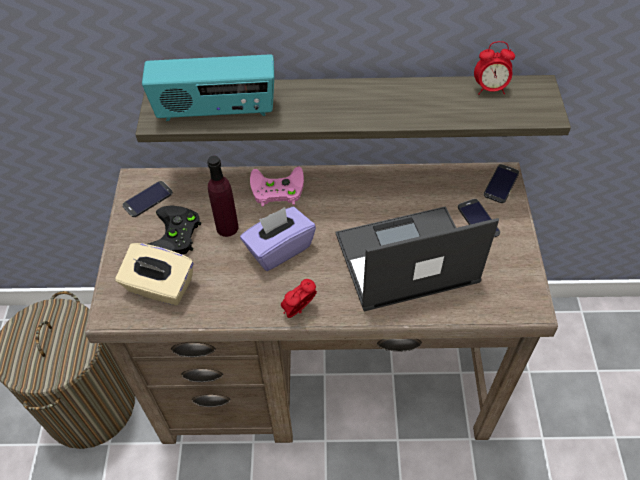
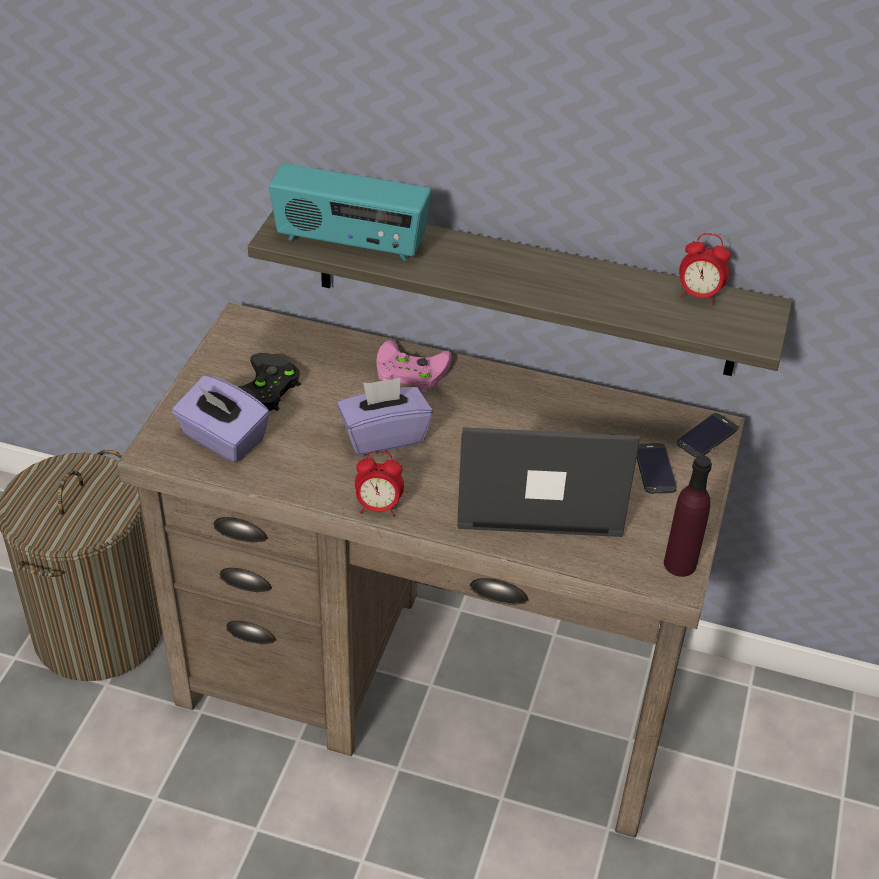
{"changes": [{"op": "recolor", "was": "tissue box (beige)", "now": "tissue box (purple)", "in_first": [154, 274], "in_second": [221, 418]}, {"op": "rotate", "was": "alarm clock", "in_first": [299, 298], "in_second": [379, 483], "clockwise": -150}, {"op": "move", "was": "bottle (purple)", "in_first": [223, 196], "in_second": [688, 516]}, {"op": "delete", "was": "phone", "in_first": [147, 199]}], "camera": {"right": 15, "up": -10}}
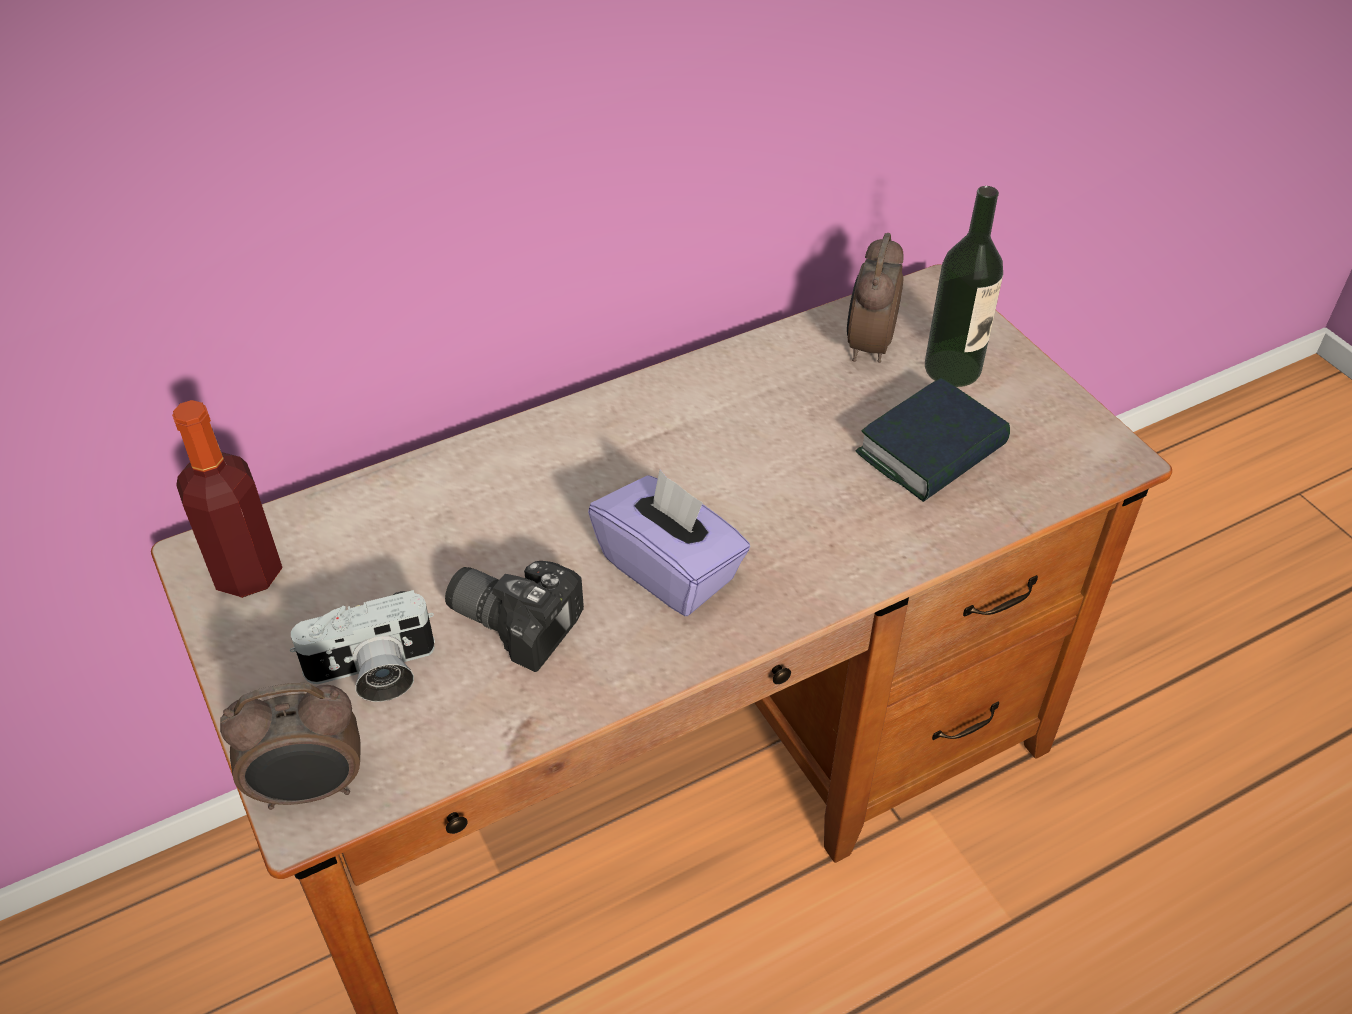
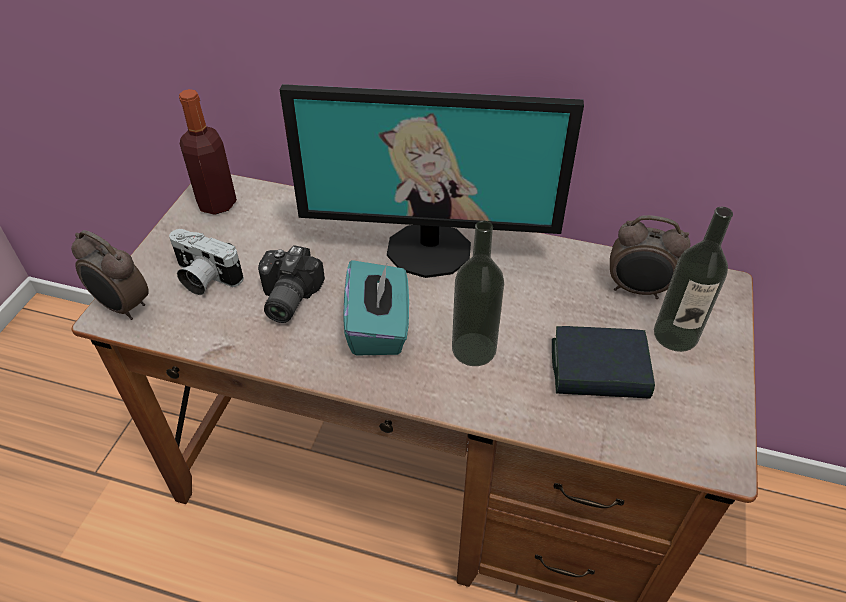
{"changes": [{"op": "rotate", "was": "photo camera", "in_first": [514, 616], "in_second": [291, 284], "clockwise": -150}, {"op": "insert", "now": "monitor", "in_second": [432, 181]}, {"op": "recolor", "was": "tissue box (purple)", "now": "tissue box (turquoise)", "in_first": [669, 543], "in_second": [376, 308]}, {"op": "insert", "now": "bottle", "in_second": [478, 293]}, {"op": "rotate", "was": "alarm clock", "in_first": [875, 298], "in_second": [650, 257], "clockwise": -135}], "camera": {"right": 45, "up": 0}}
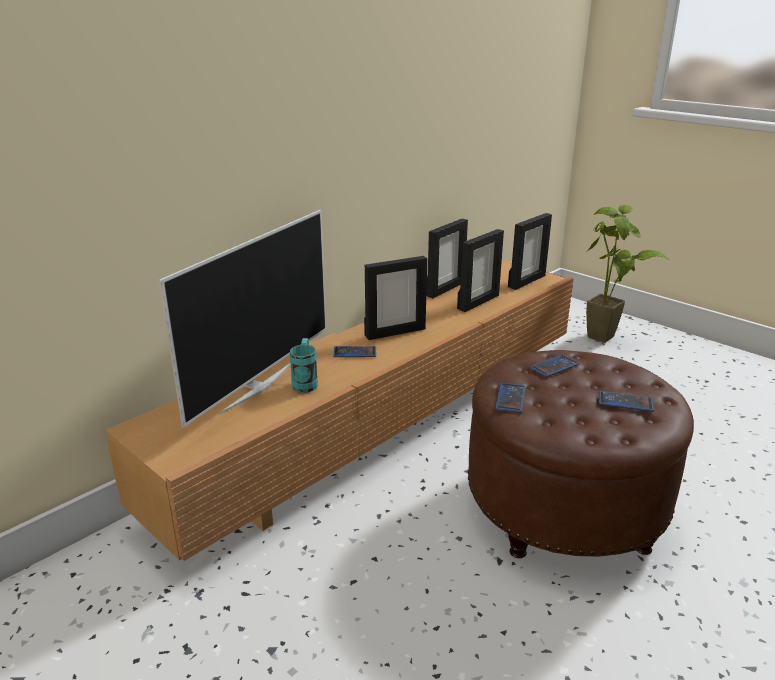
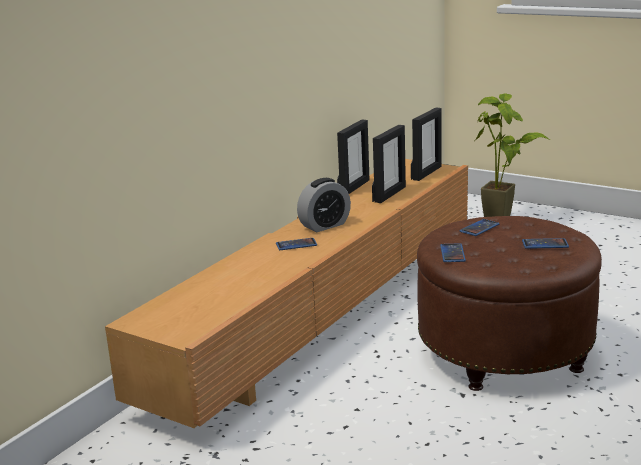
{"changes": [{"op": "replace", "was": "picture frame", "now": "alarm clock", "in_first": [395, 298], "in_second": [324, 205]}, {"op": "delete", "was": "television", "in_first": [243, 318]}, {"op": "delete", "was": "mug (turquoise)", "in_first": [304, 365]}], "camera": {"right": -10, "up": -5}}
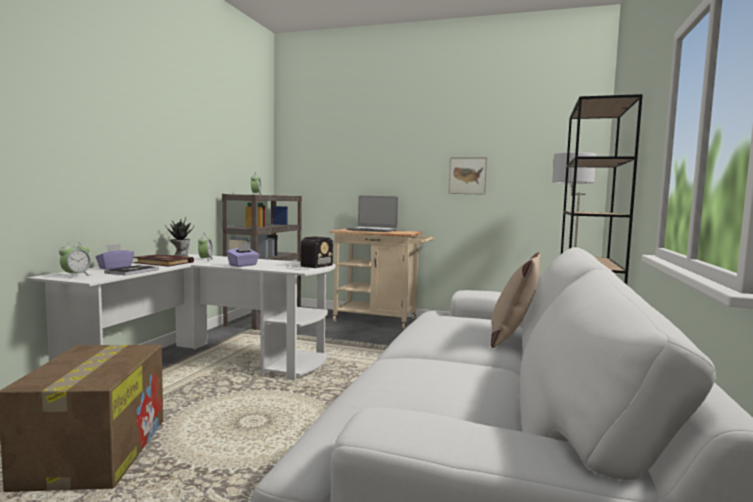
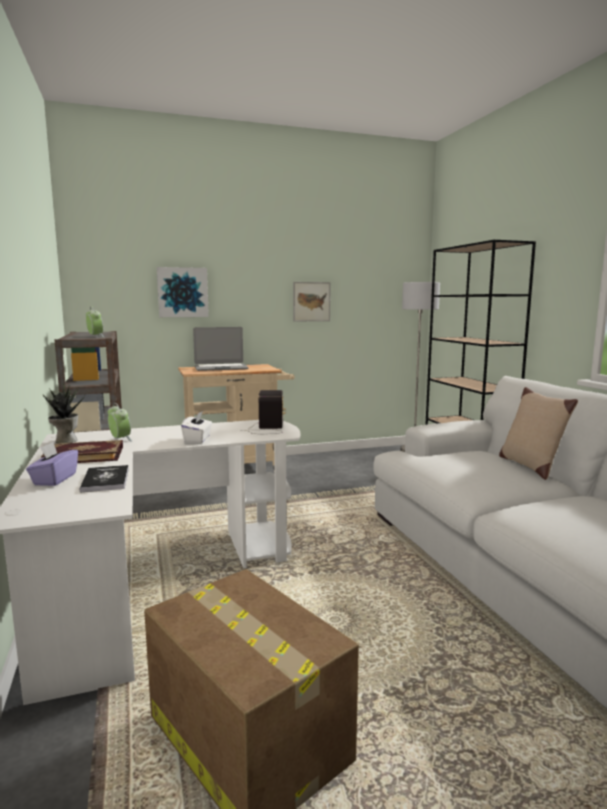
{"changes": [{"op": "insert", "now": "picture", "in_second": [183, 292]}, {"op": "recolor", "was": "tissue box (purple)", "now": "tissue box (white)", "in_first": [243, 255], "in_second": [196, 427]}, {"op": "delete", "was": "alarm clock", "in_first": [75, 259]}], "camera": {"right": -35, "up": 5}}
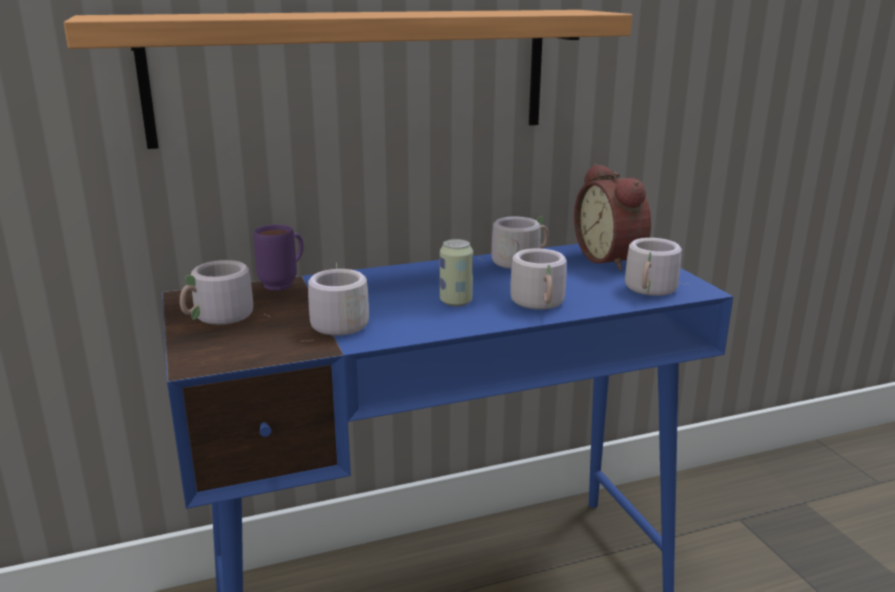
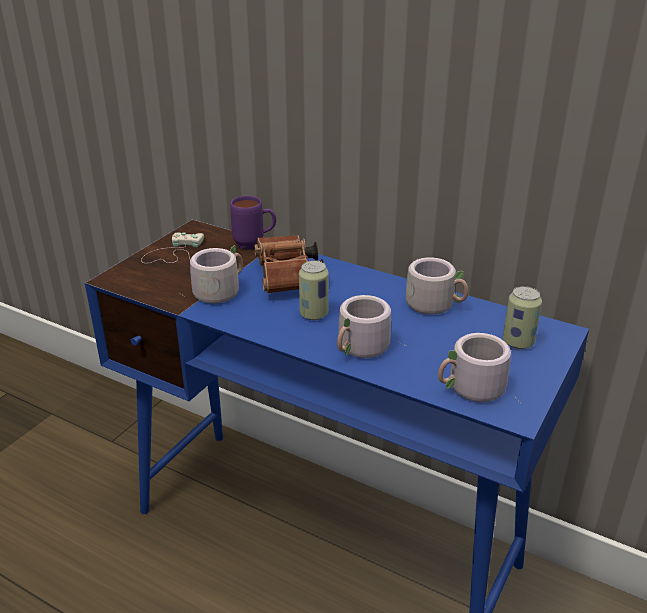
{"changes": [{"op": "replace", "was": "mug (grey)", "now": "game controller (white)", "in_first": [224, 292], "in_second": [172, 248]}, {"op": "insert", "now": "binoculars (brown)", "in_second": [289, 264]}, {"op": "replace", "was": "alarm clock", "now": "can", "in_first": [612, 217], "in_second": [522, 317]}, {"op": "delete", "was": "shelf", "in_first": [348, 79]}], "camera": {"right": 50, "up": 10}}
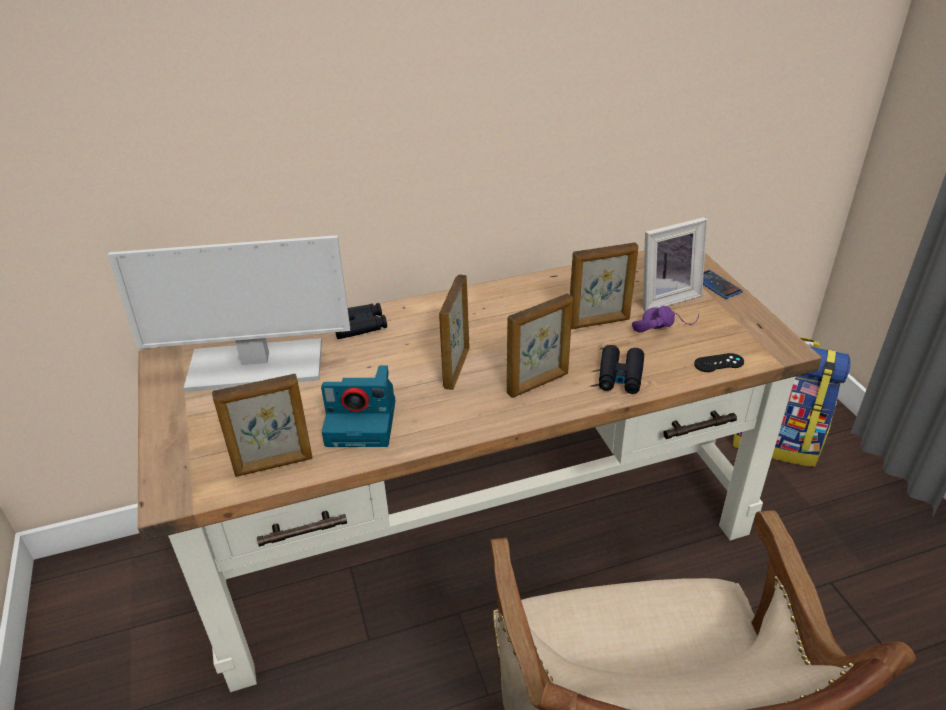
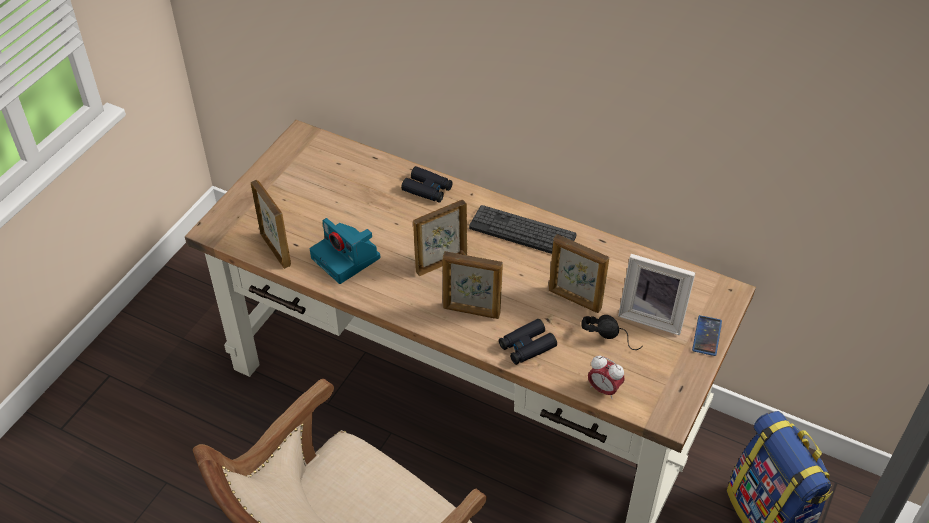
{"changes": [{"op": "rotate", "was": "picture frame", "in_first": [262, 425], "in_second": [271, 224], "clockwise": -150}, {"op": "insert", "now": "keyboard", "in_second": [523, 229]}, {"op": "recolor", "was": "headphones (purple)", "now": "headphones (black)", "in_first": [665, 319], "in_second": [612, 332]}, {"op": "replace", "was": "game controller (black)", "now": "alarm clock", "in_first": [719, 362], "in_second": [606, 377]}, {"op": "delete", "was": "monitor", "in_first": [229, 313]}], "camera": {"right": 45, "up": 10}}
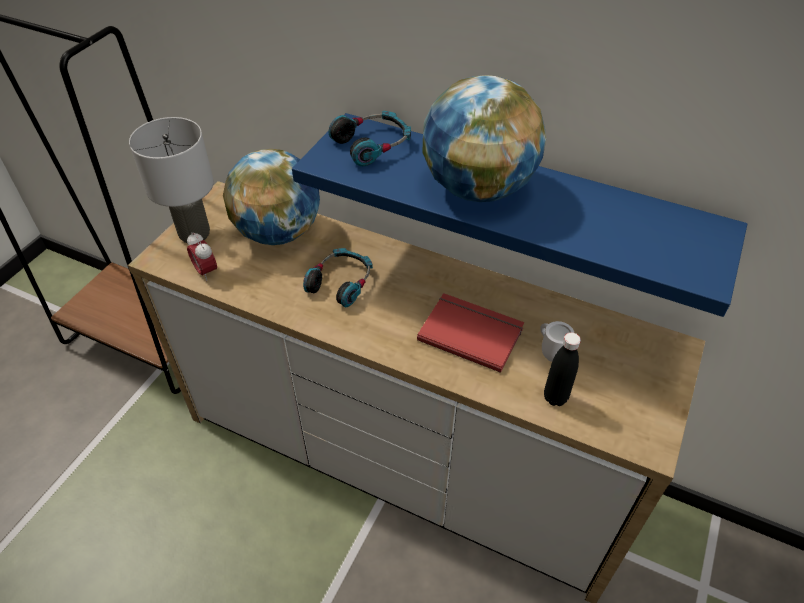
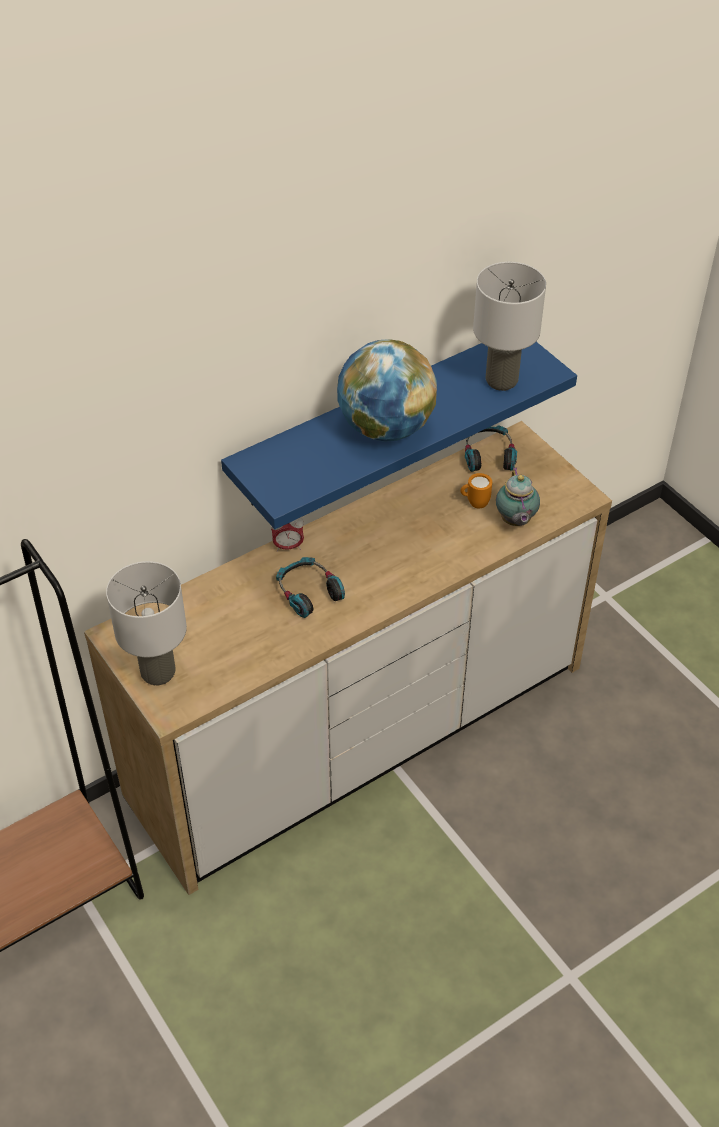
{"changes": [{"op": "move", "was": "alarm clock", "in_first": [202, 256], "in_second": [287, 534]}, {"op": "recolor", "was": "mug (white)", "now": "mug (orange)", "in_first": [557, 341], "in_second": [476, 490]}, {"op": "move", "was": "headphones", "in_first": [370, 138], "in_second": [491, 448]}, {"op": "insert", "now": "table lamp (white)", "in_second": [509, 326]}, {"op": "replace", "was": "bottle (black)", "now": "teapot", "in_first": [562, 369], "in_second": [518, 497]}, {"op": "delete", "was": "globe", "in_first": [271, 197]}, {"op": "delete", "was": "book (red)", "in_first": [470, 333]}], "camera": {"right": -60, "up": 0}}
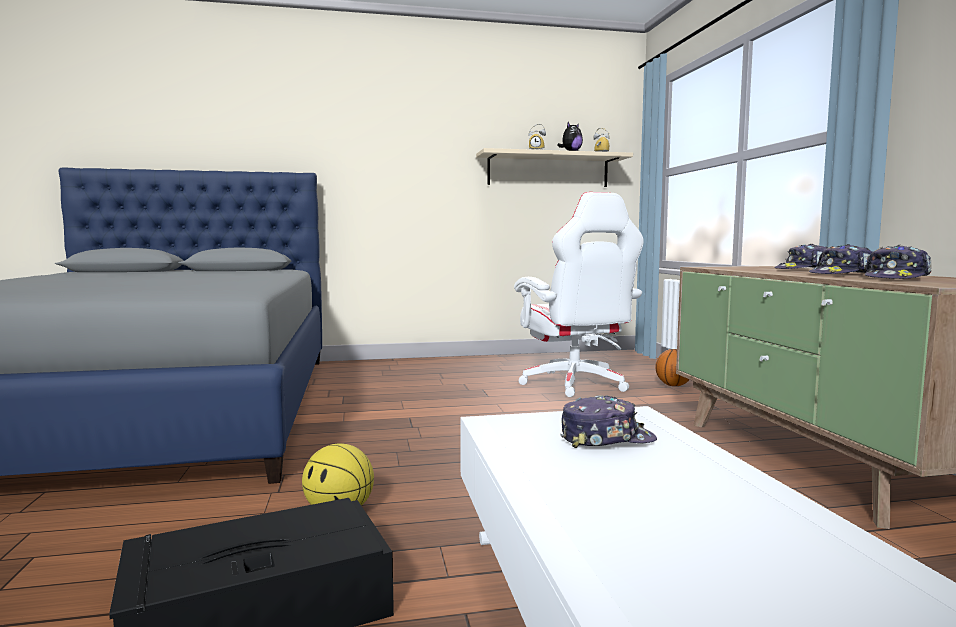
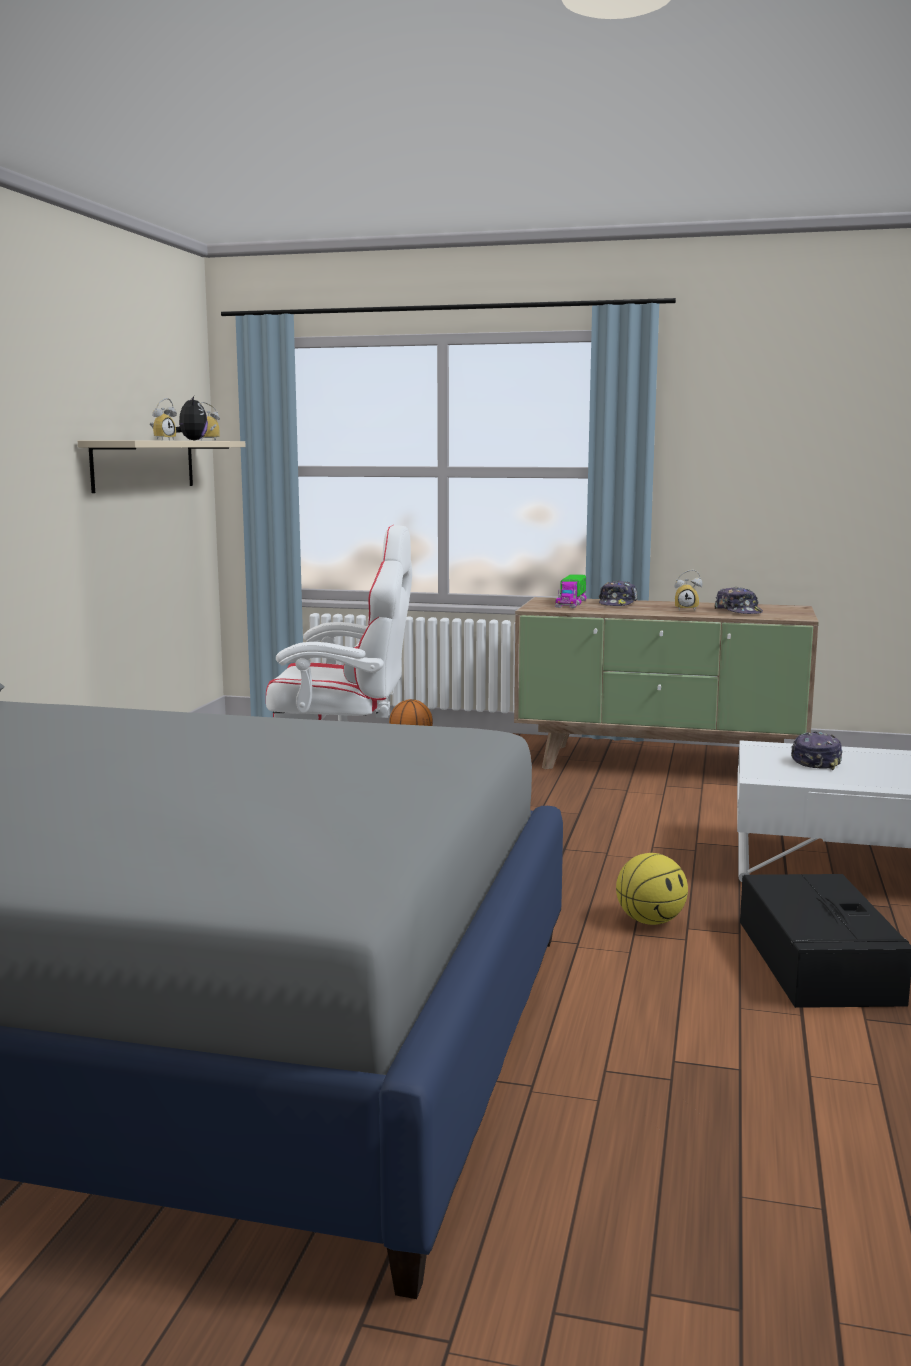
{"changes": [{"op": "insert", "now": "toy truck", "in_second": [571, 591]}, {"op": "replace", "was": "cap", "now": "alarm clock", "in_first": [841, 259], "in_second": [689, 590]}], "camera": {"right": -65, "up": 5}}
